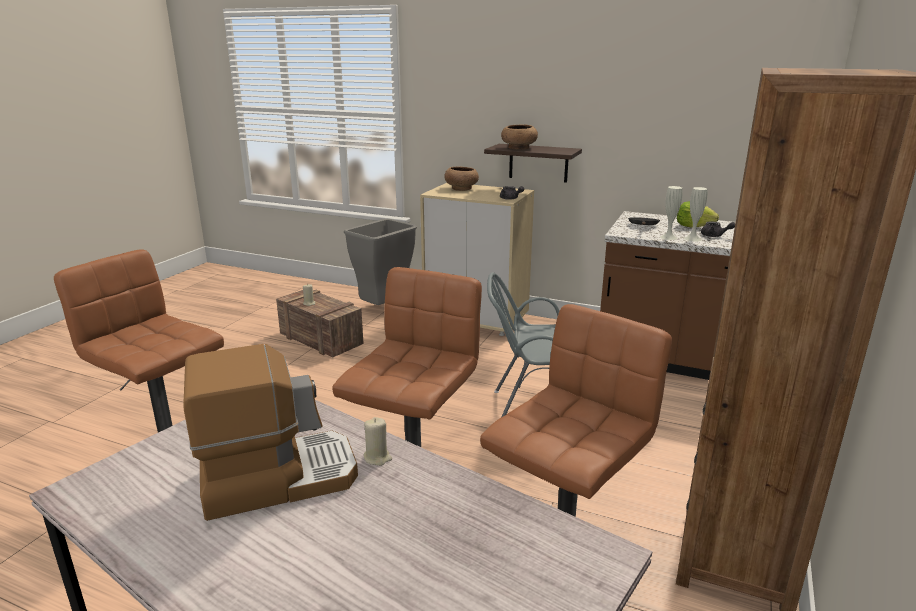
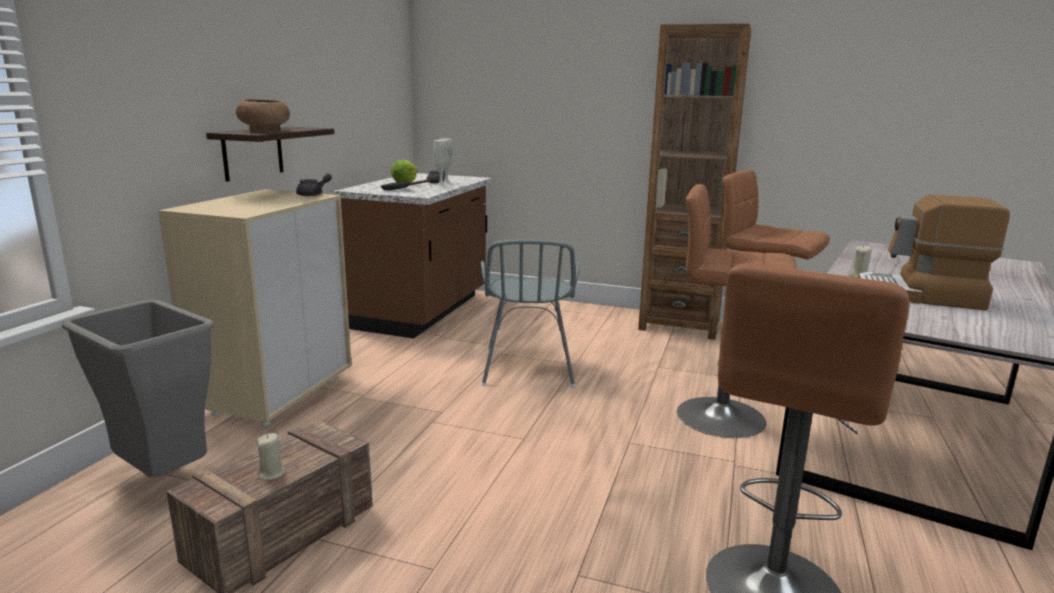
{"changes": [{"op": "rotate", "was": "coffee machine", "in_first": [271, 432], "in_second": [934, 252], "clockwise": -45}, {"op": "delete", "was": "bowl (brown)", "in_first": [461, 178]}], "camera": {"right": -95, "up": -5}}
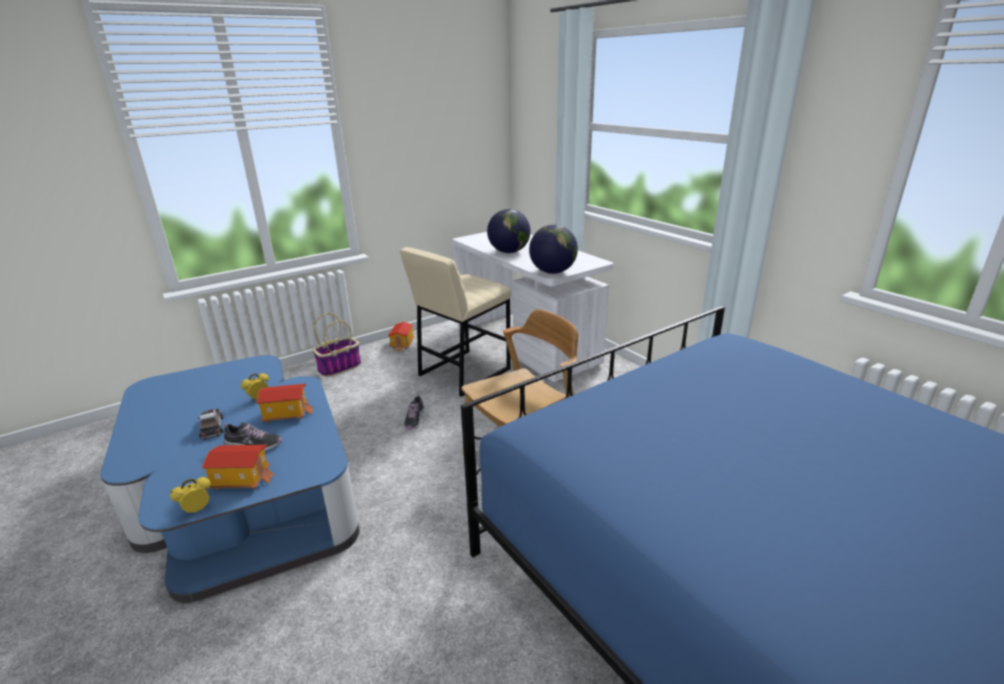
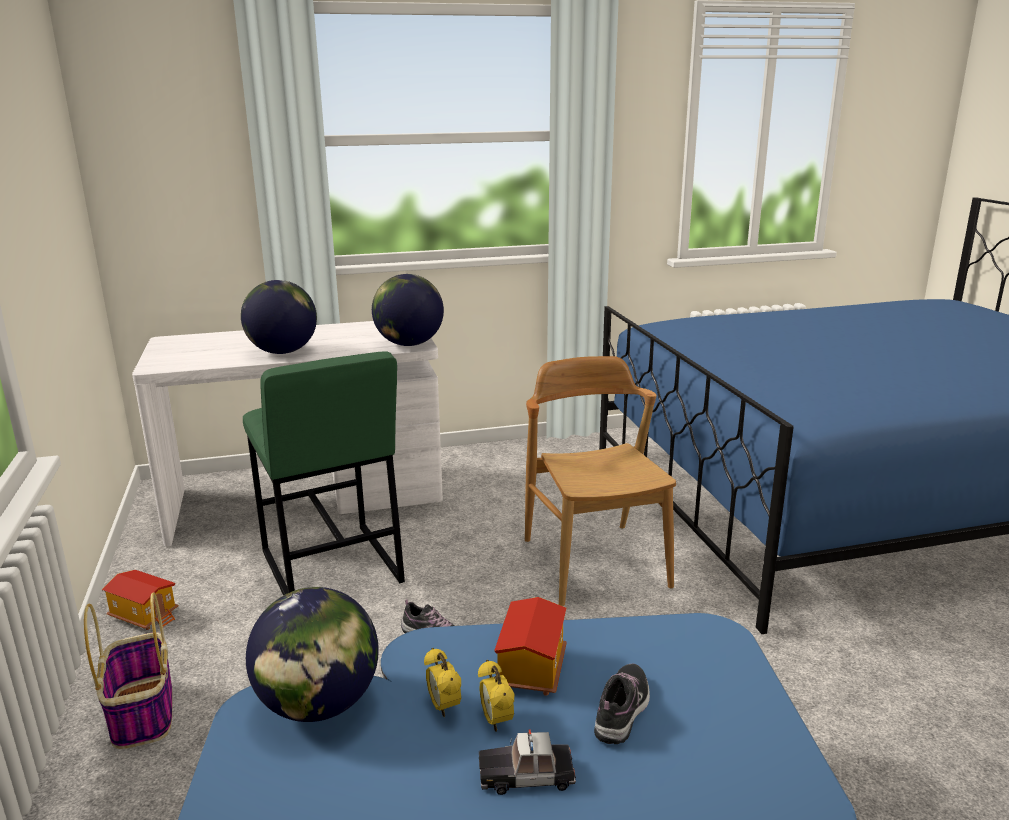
{"changes": [{"op": "recolor", "was": "stool (beige)", "now": "stool (green)", "in_first": [455, 322], "in_second": [324, 473]}, {"op": "insert", "now": "globe", "in_second": [312, 654]}, {"op": "move", "was": "alarm clock", "in_first": [190, 495], "in_second": [496, 695]}, {"op": "delete", "was": "toy house", "in_first": [238, 467]}], "camera": {"right": -70, "up": -5}}
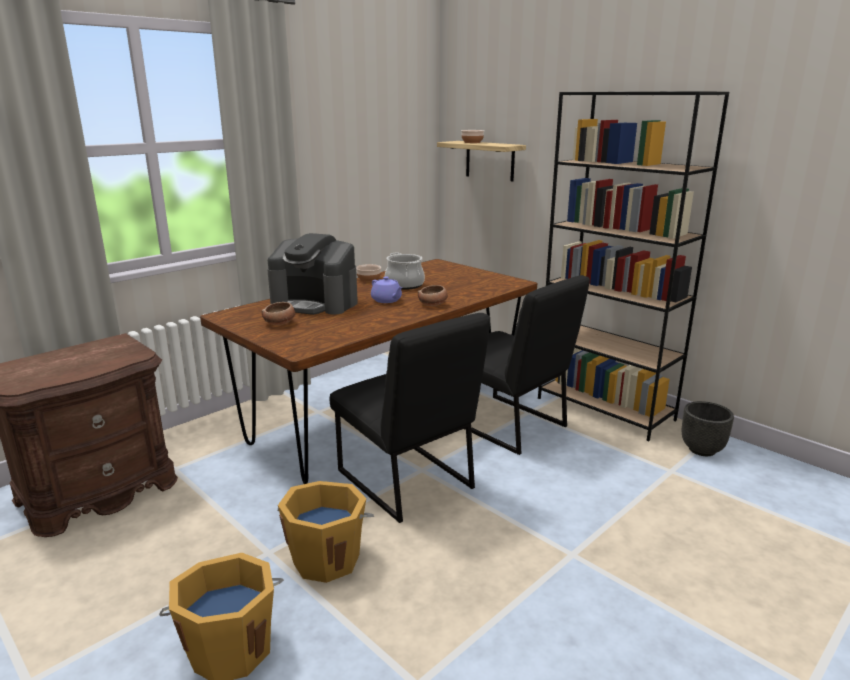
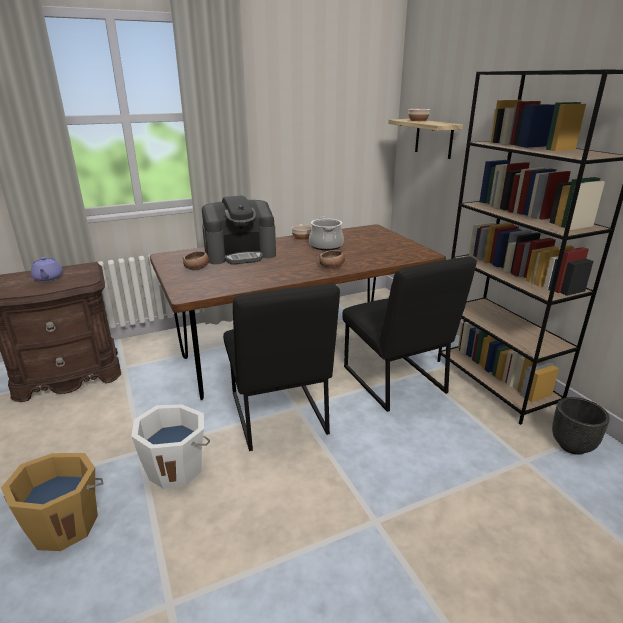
{"changes": [{"op": "move", "was": "teapot (purple)", "in_first": [387, 289], "in_second": [47, 269]}, {"op": "recolor", "was": "bucket (orange)", "now": "bucket (white)", "in_first": [326, 532], "in_second": [170, 447]}, {"op": "rotate", "was": "coffee machine", "in_first": [312, 274], "in_second": [239, 230], "clockwise": -60}], "camera": {"right": 20, "up": 5}}
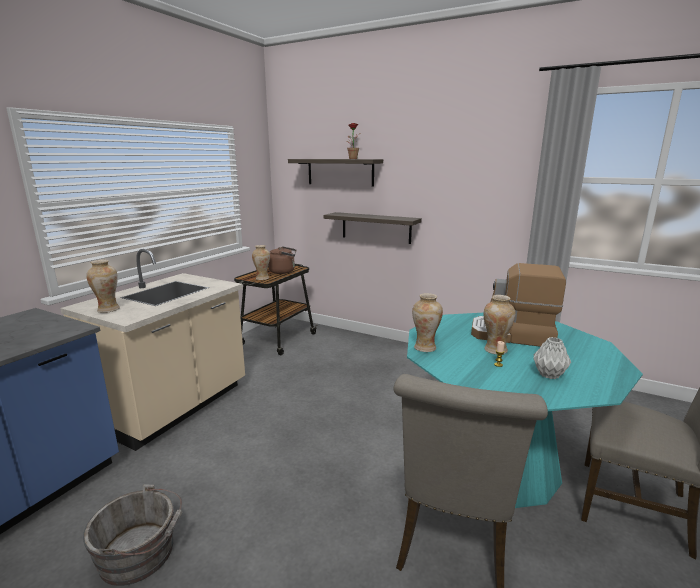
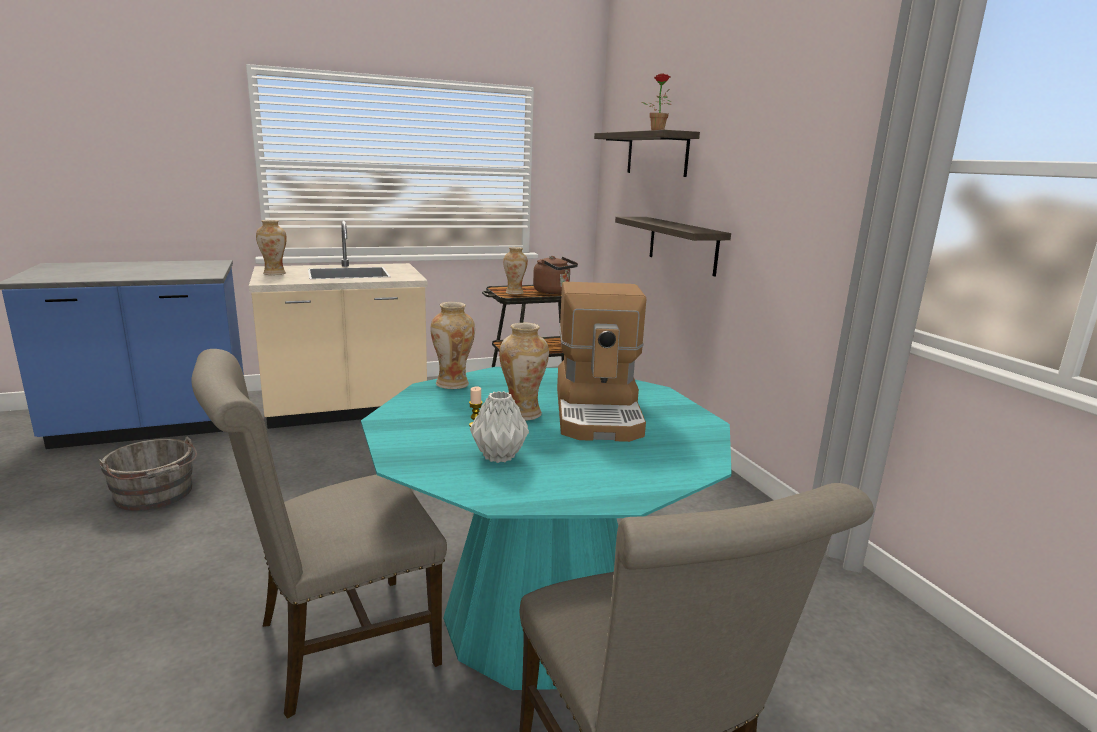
{"changes": [{"op": "rotate", "was": "coffee machine", "in_first": [518, 305], "in_second": [601, 362], "clockwise": -150}], "camera": {"right": 40, "up": 0}}
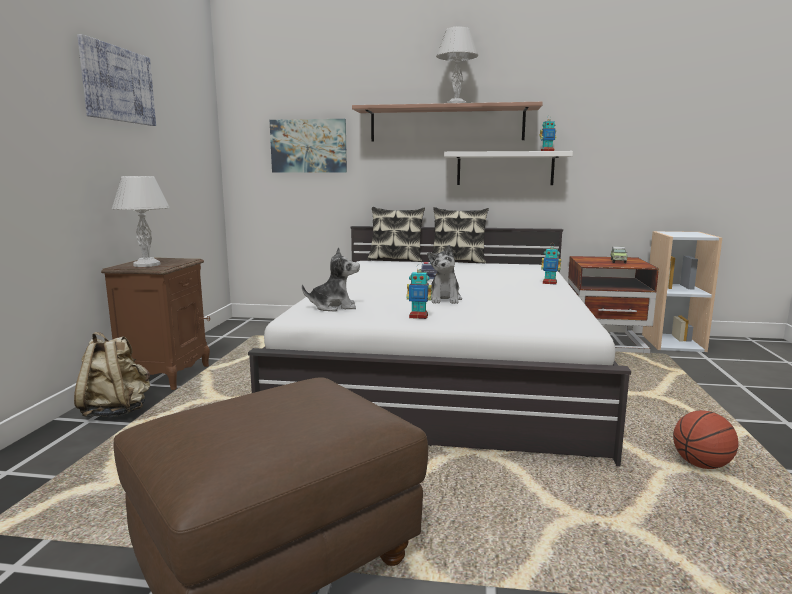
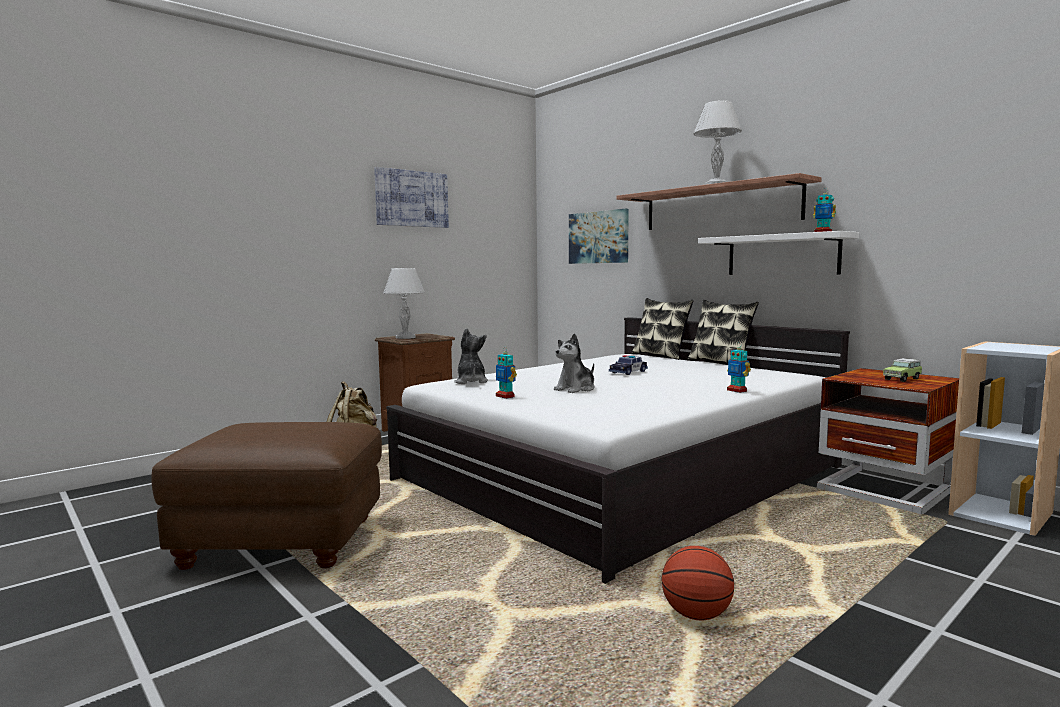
{"changes": [{"op": "rotate", "was": "plush toy", "in_first": [331, 279], "in_second": [471, 356], "clockwise": -135}], "camera": {"right": 40, "up": -5}}
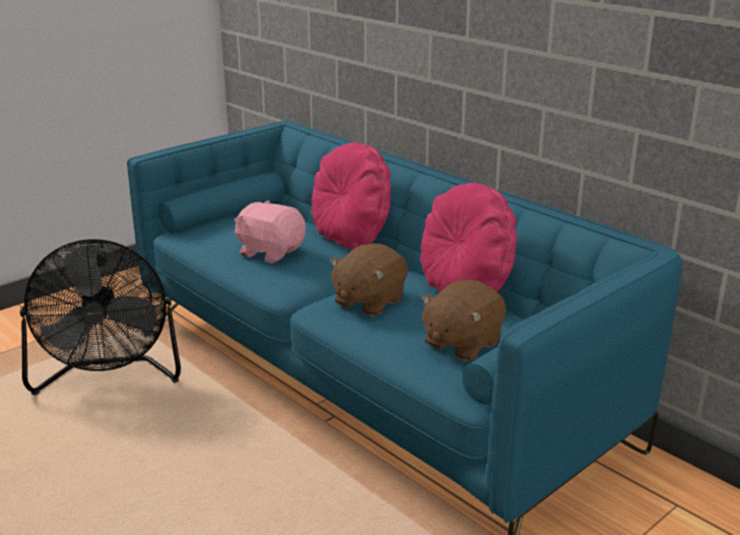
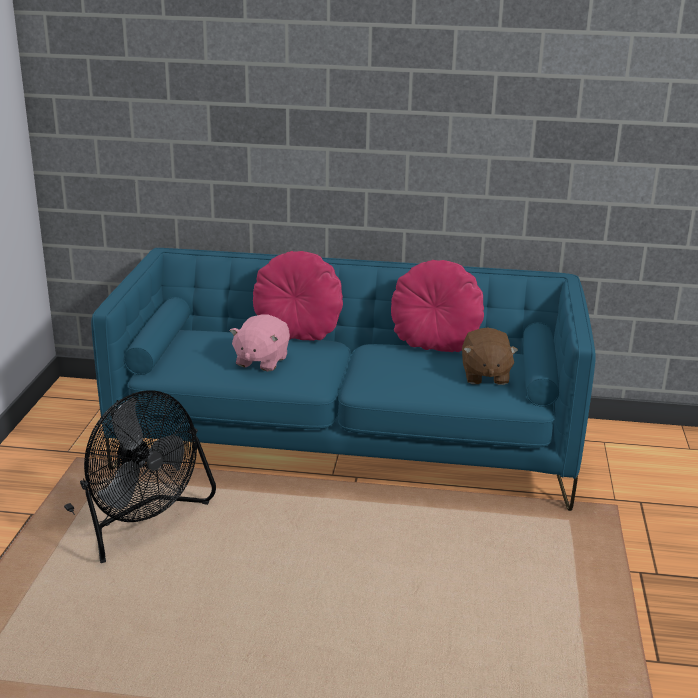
{"changes": [{"op": "rotate", "was": "plush toy (pink)", "in_first": [270, 231], "in_second": [260, 343], "clockwise": -60}, {"op": "delete", "was": "plush toy (brown)", "in_first": [368, 280]}], "camera": {"right": -40, "up": 0}}
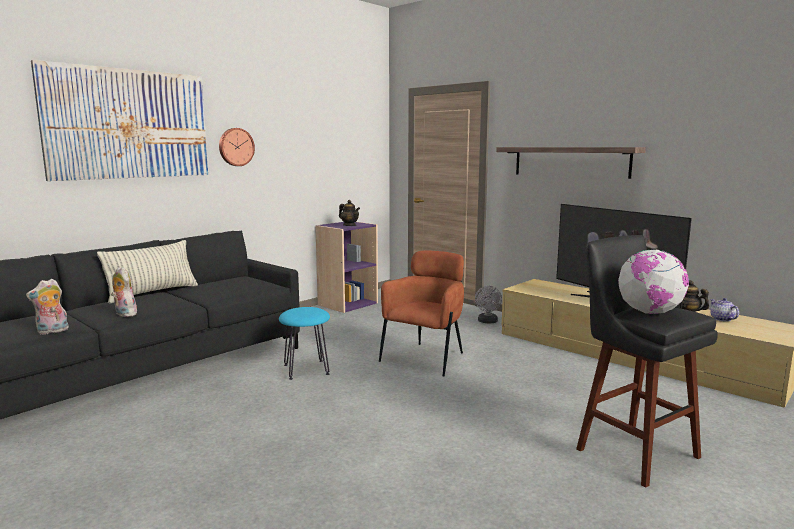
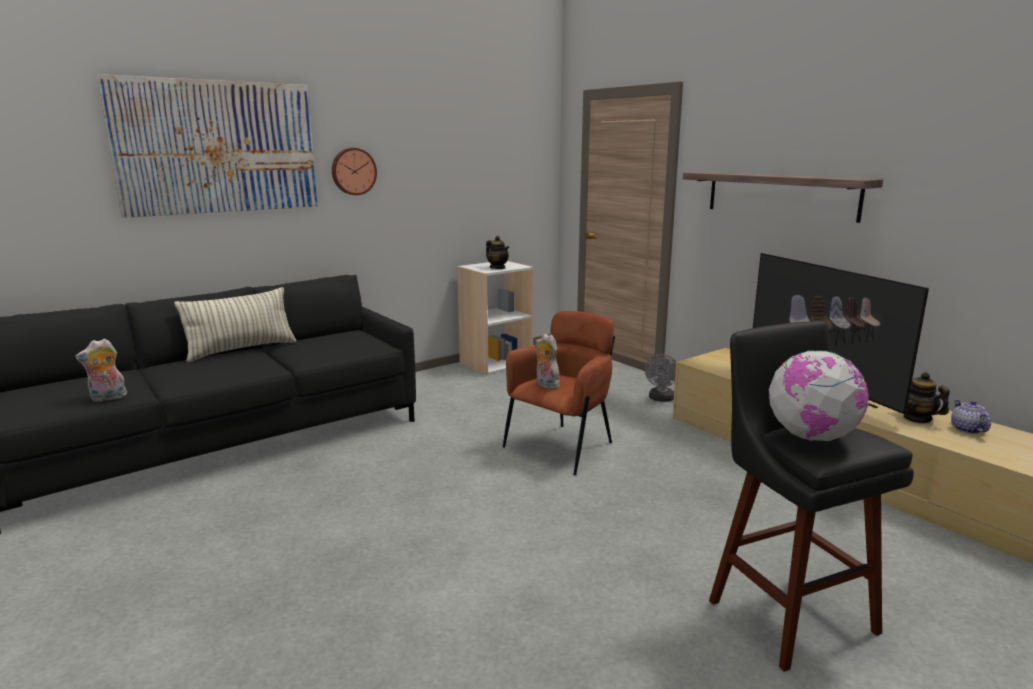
{"changes": [{"op": "recolor", "was": "bookcase (purple)", "now": "bookcase (white)", "in_first": [346, 267], "in_second": [495, 318]}, {"op": "move", "was": "plush toy", "in_first": [124, 292], "in_second": [548, 361]}, {"op": "delete", "was": "stool (turquoise)", "in_first": [304, 343]}], "camera": {"right": 10, "up": 5}}
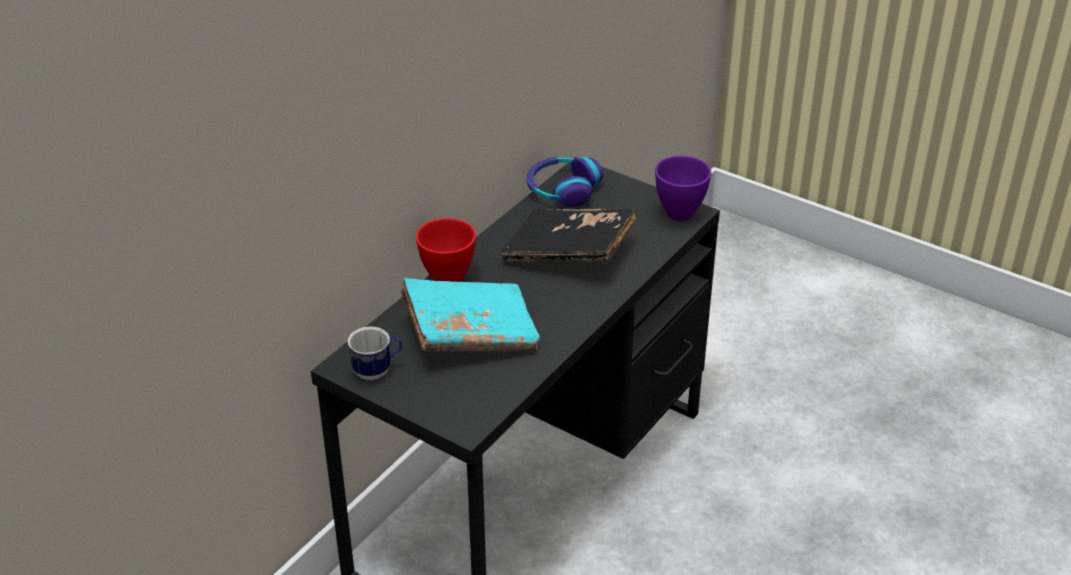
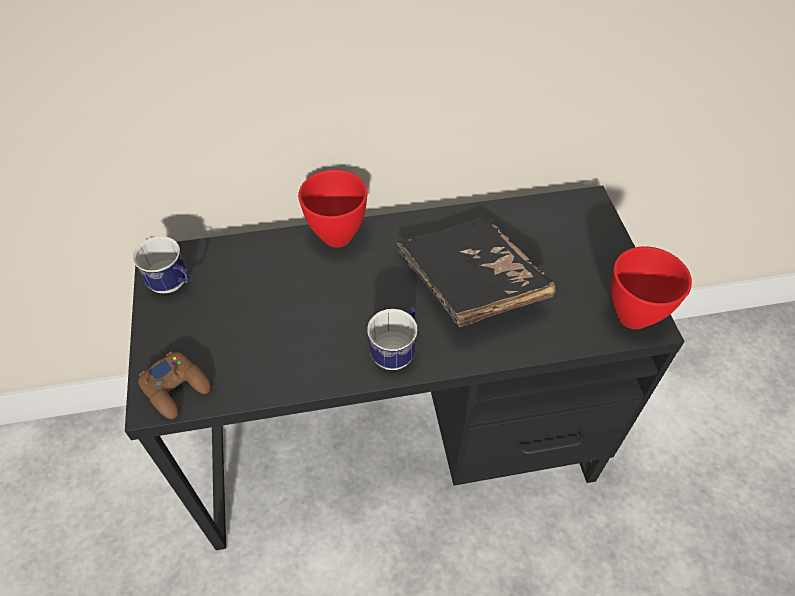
{"changes": [{"op": "insert", "now": "game controller (brown)", "in_second": [174, 385]}, {"op": "insert", "now": "mug", "in_second": [392, 339]}, {"op": "recolor", "was": "bowl (purple)", "now": "bowl (red)", "in_first": [683, 188], "in_second": [651, 287]}, {"op": "delete", "was": "book (turquoise)", "in_first": [470, 315]}, {"op": "delete", "was": "headphones", "in_first": [565, 182]}], "camera": {"right": 45, "up": 15}}
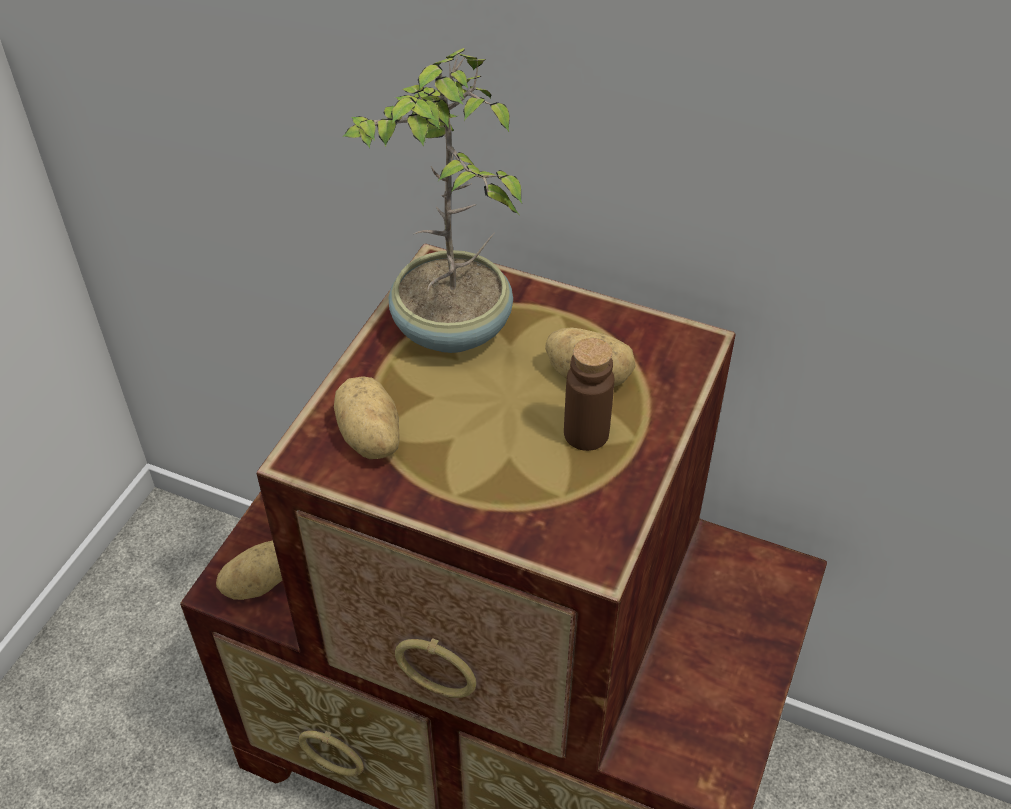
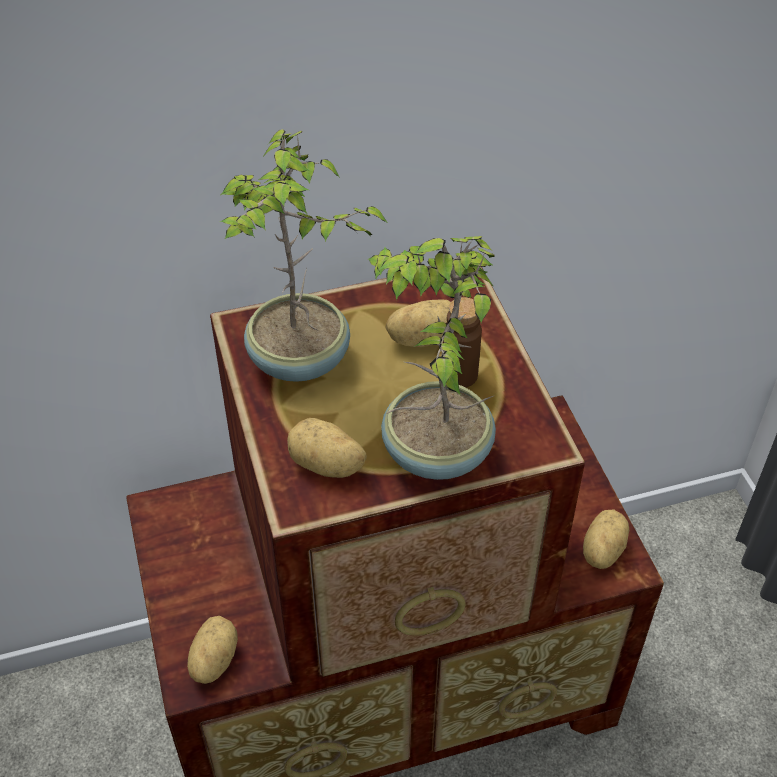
{"changes": [{"op": "insert", "now": "potted plant", "in_second": [432, 358]}, {"op": "insert", "now": "potato", "in_second": [606, 539]}], "camera": {"right": -40, "up": 0}}
